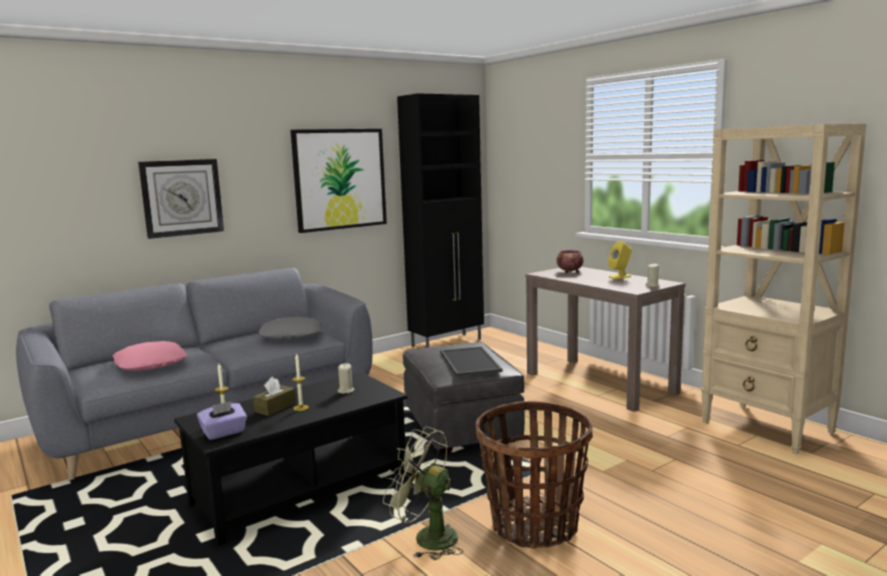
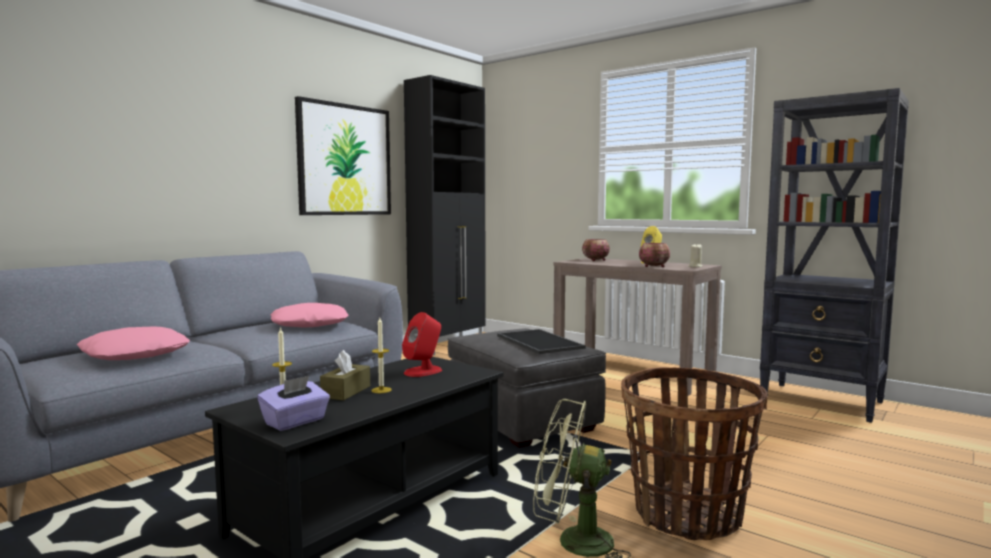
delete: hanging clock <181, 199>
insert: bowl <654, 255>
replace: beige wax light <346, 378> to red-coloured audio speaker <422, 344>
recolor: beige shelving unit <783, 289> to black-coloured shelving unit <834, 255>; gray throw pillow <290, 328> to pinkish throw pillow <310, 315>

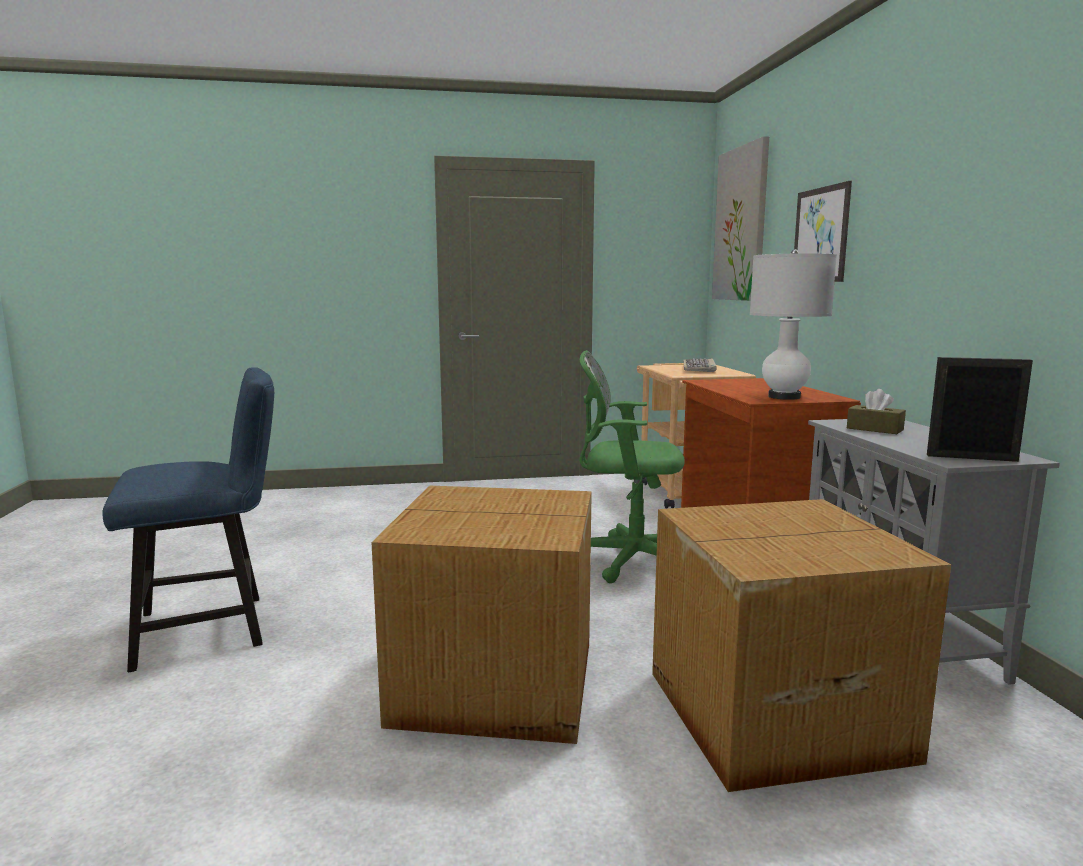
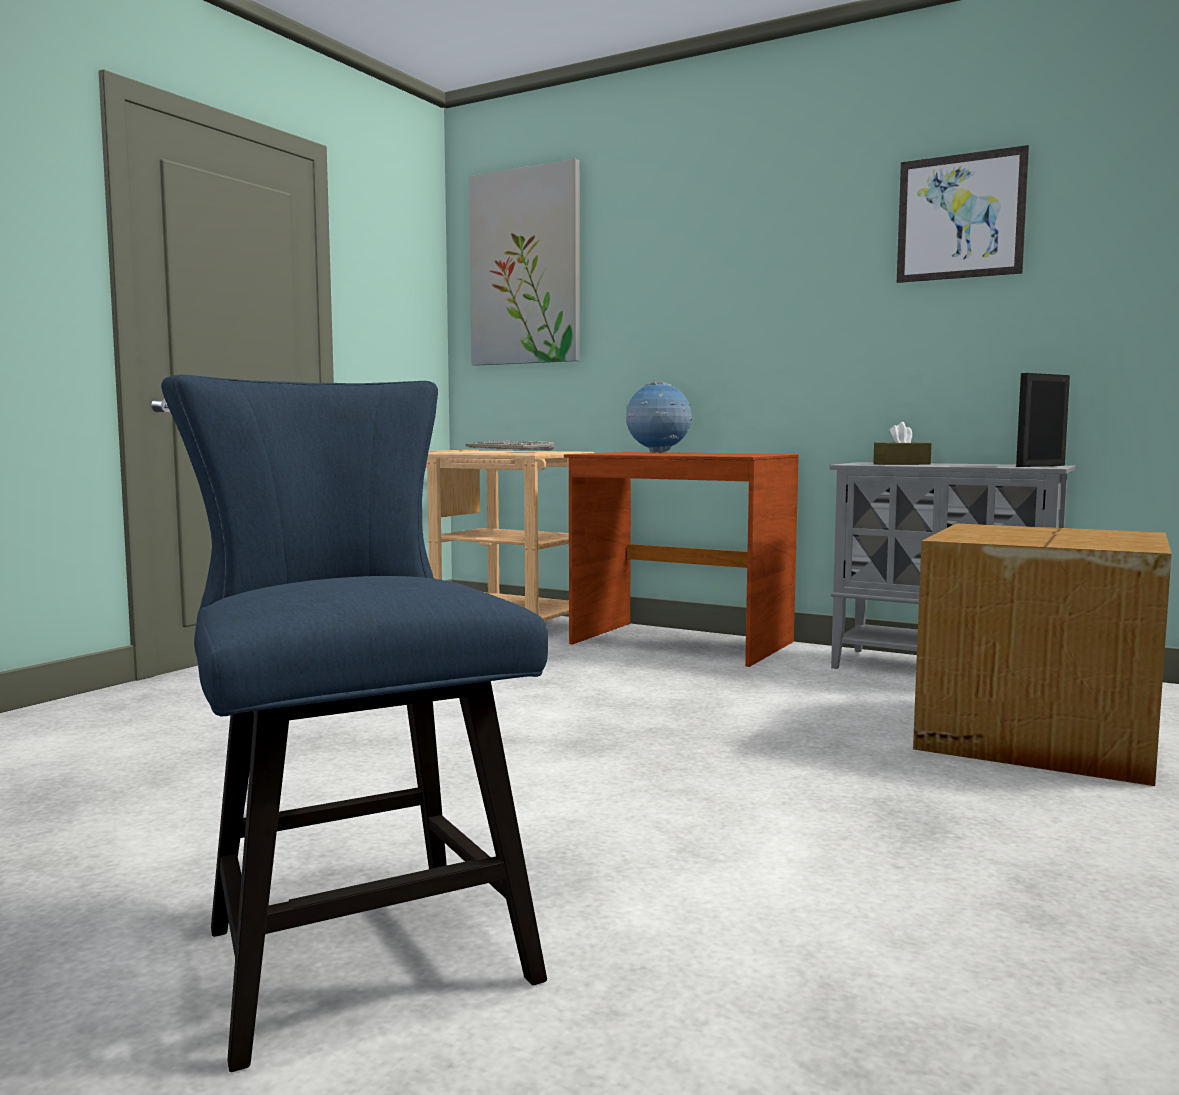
delete: whitish lamp for a table <793, 324>; green office chair <632, 466>; carton <481, 615>
insert: desk globe <659, 417>
move: picture <823, 231> to <963, 214>
rotate: blue-coloured upright chair <188, 519> = <354, 723> 45 degrees counterclockwise

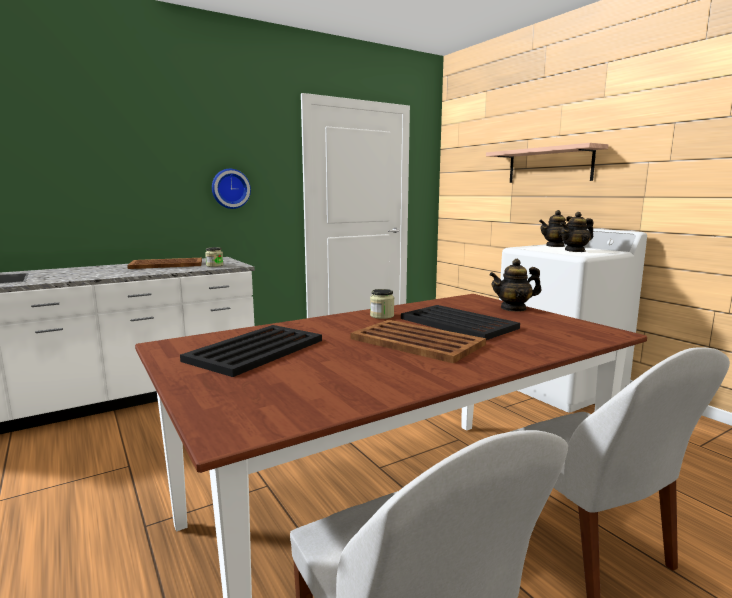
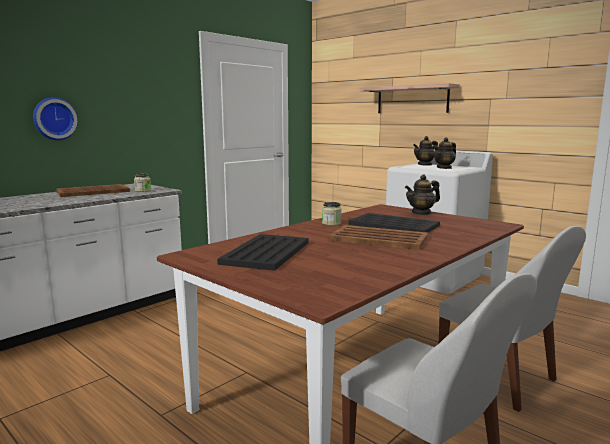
move: hanging clock <231, 189> to <55, 118>

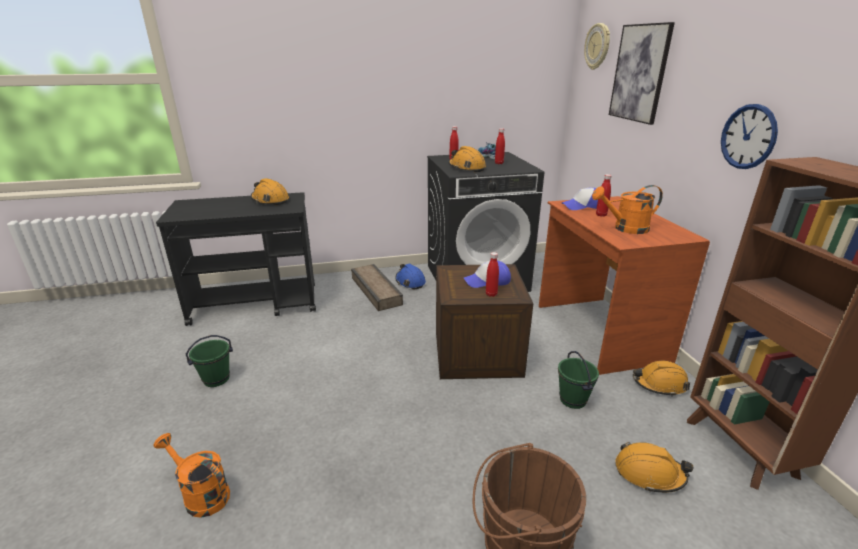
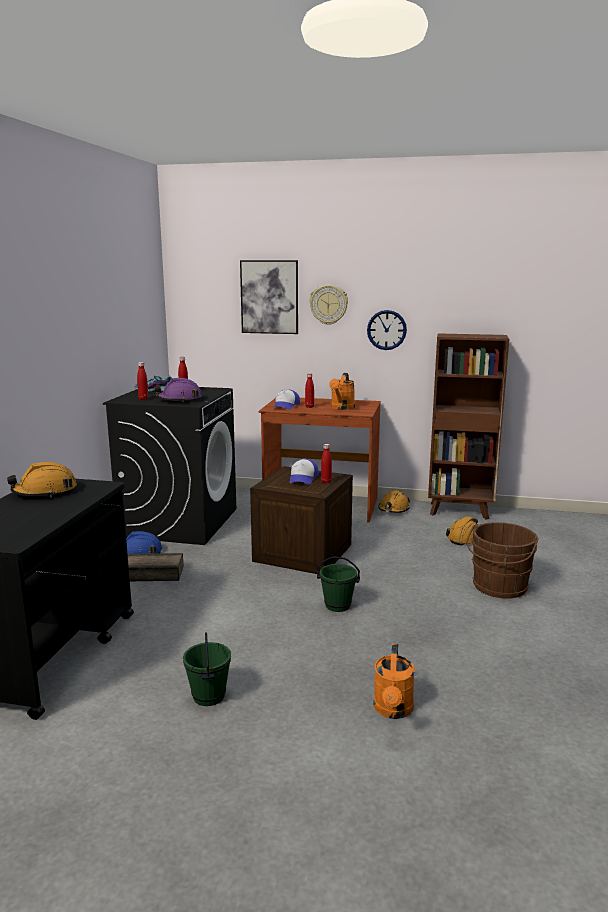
move: hanging clock <597, 46> to <328, 305>; green water bucket <578, 380> to <338, 584>
recolor: orange safety helmet <467, 159> to purple-coloured safety helmet <178, 390>
rotate: orange watering pot <192, 475> = <394, 681> 45 degrees counterclockwise

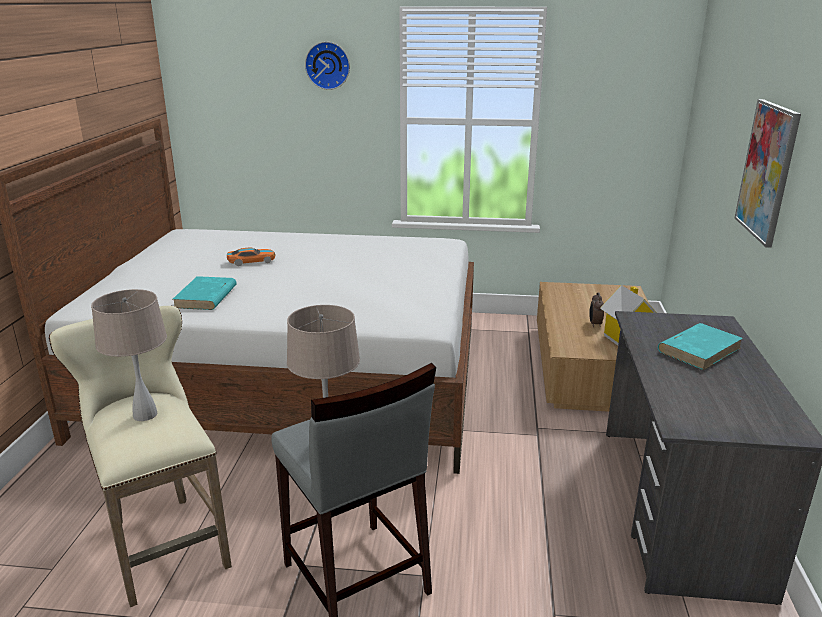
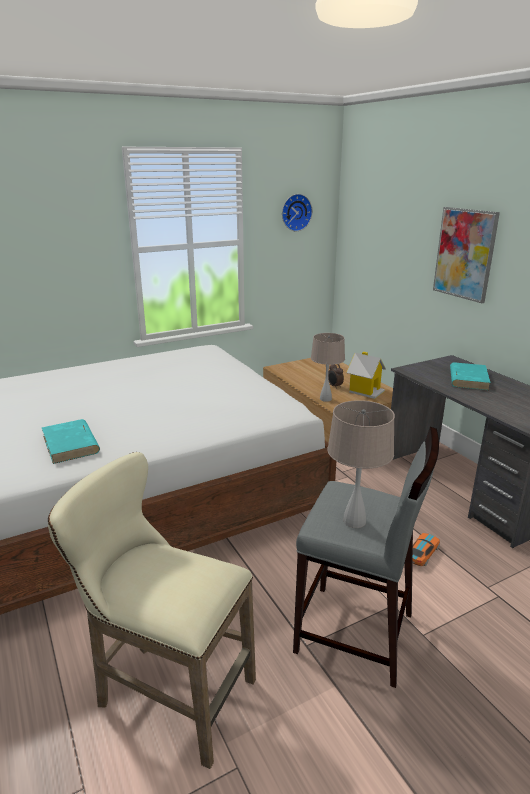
move: hanging clock <327, 65> to <297, 212>; model car <251, 256> to <426, 550>; beige lamp for a table <129, 355> to <328, 367>

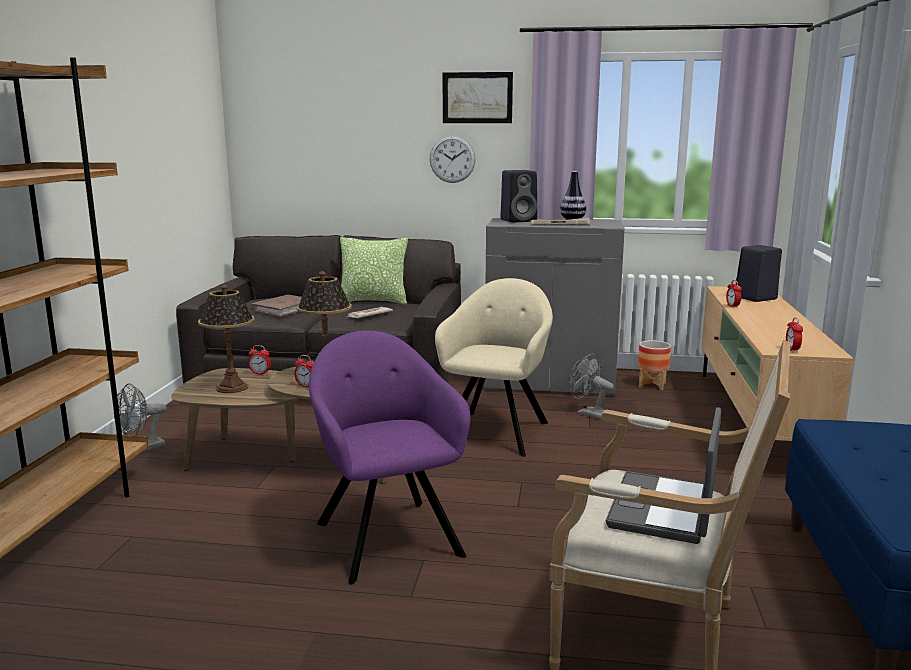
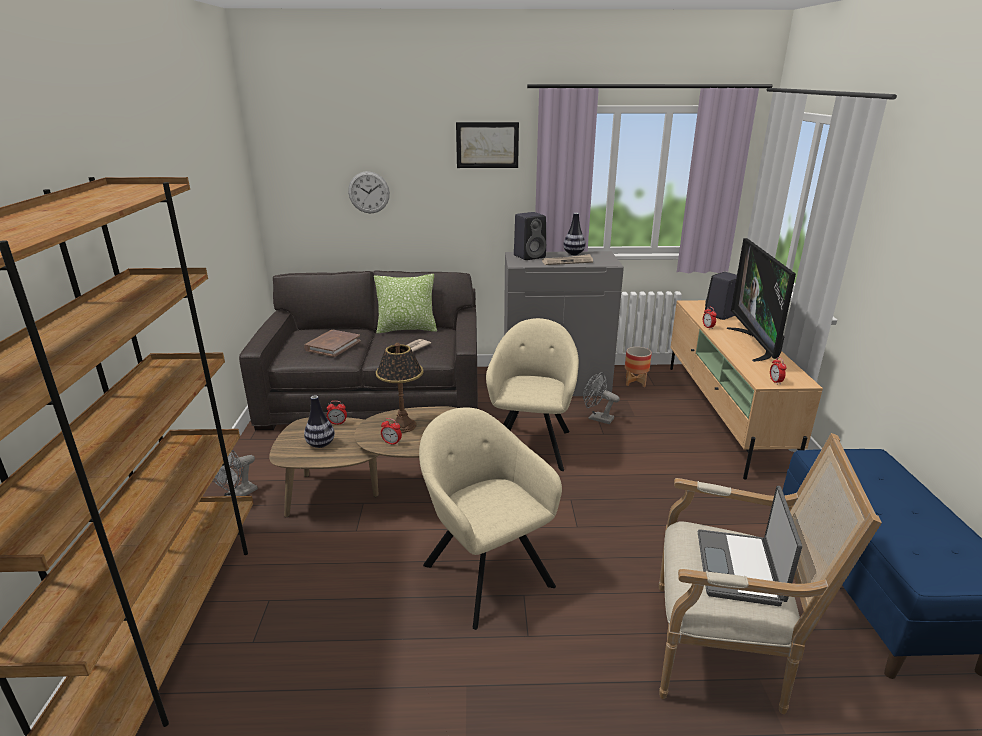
insert: TV set <761, 300>
move: hanging clock <453, 159> to <369, 192>
replace: lamp for a table <226, 339> to decorative vase <319, 421>
recolor: purple-coloured lounge chair <389, 457> to beige lounge chair <490, 519>

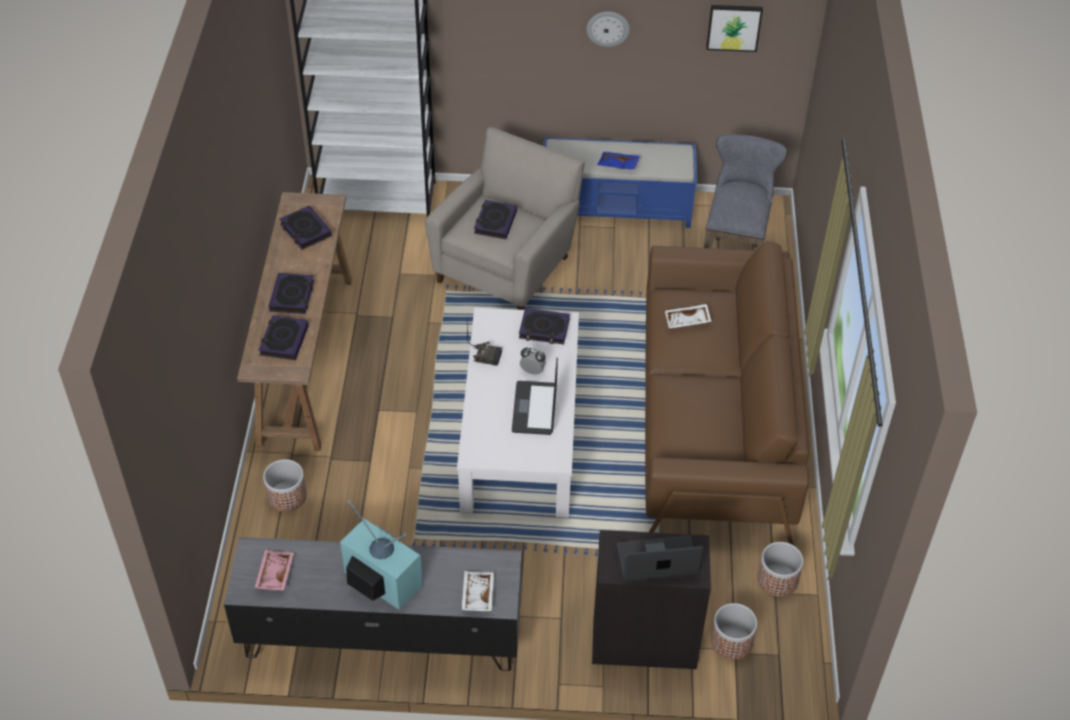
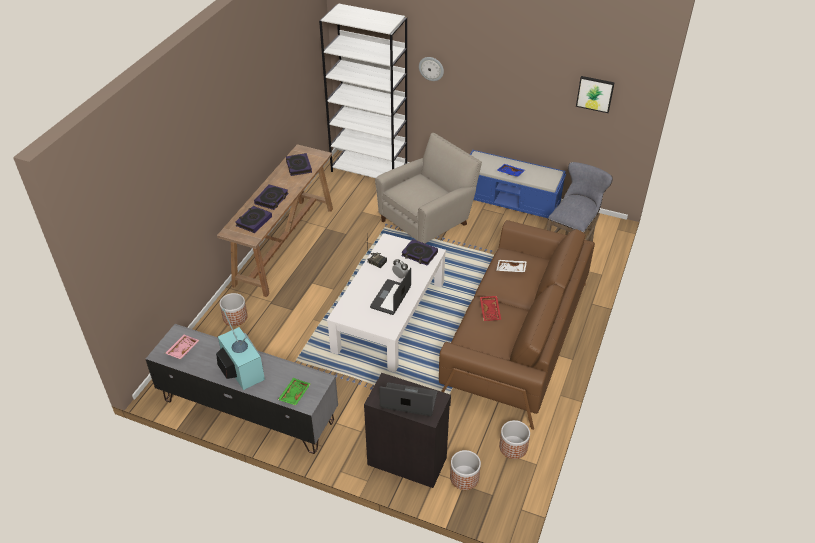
delete: volume <495, 219>
insert: red-coloured serving tray <490, 308>
move: hanging clock <608, 29> to <431, 69>
recolor: whitish serving tray <477, 591> to green serving tray <294, 392>

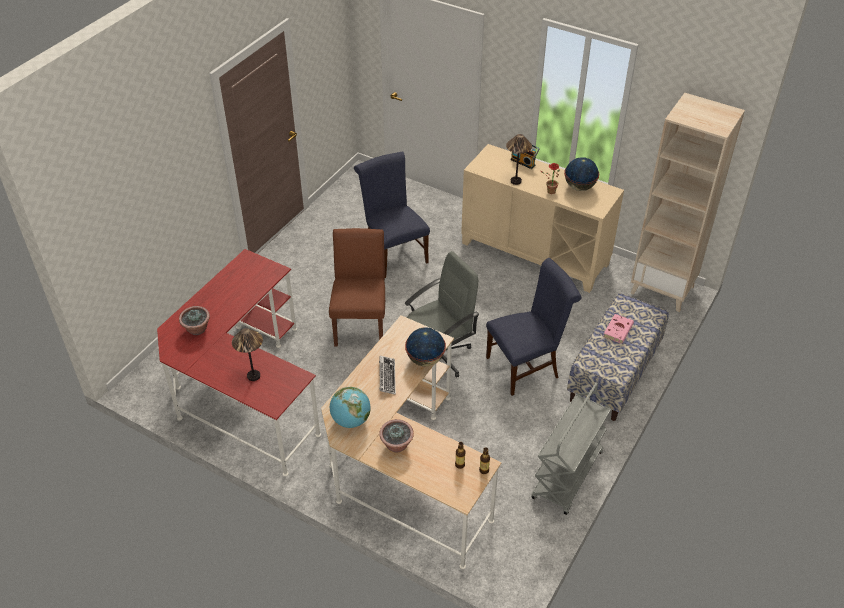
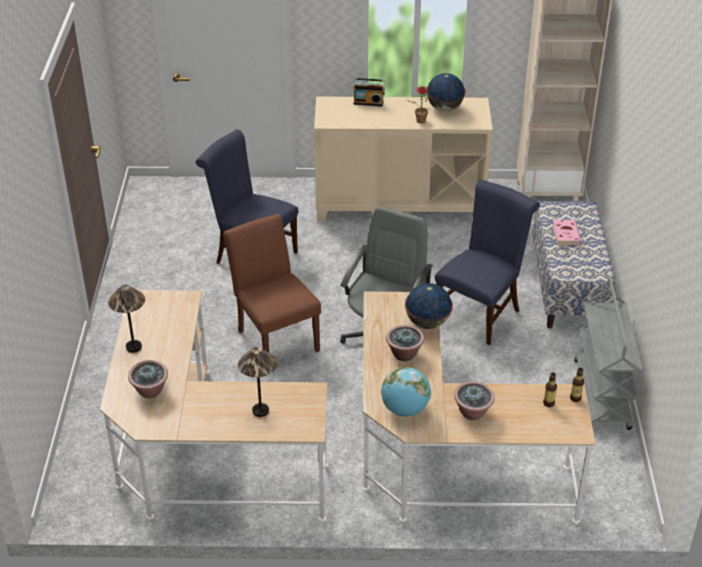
move: lamp for a table <519, 159> to <126, 319>
replace: keyboard <387, 375> to plant in a pot <405, 343>
recolor: red-coloured desk <239, 362> to beige desk <214, 406>

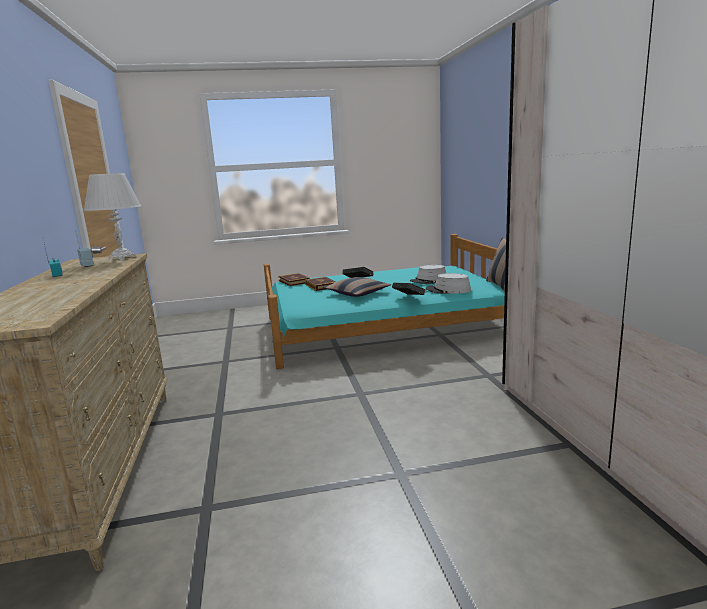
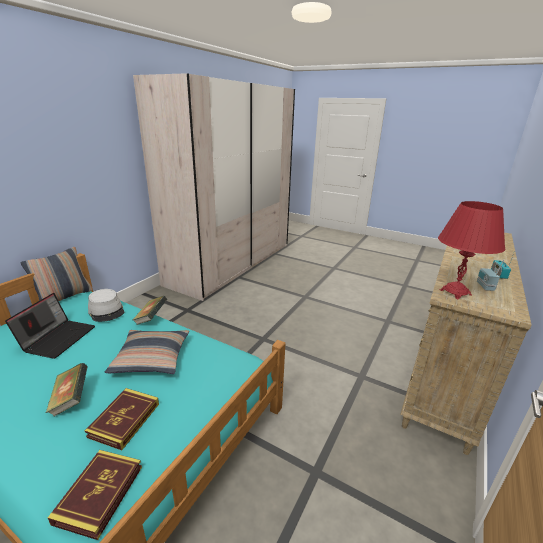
replace: gray wearable hat <428, 274> to laptop <50, 326>
recolor: whitish lamp for a table <112, 216> to red-coloured lamp for a table <471, 250>

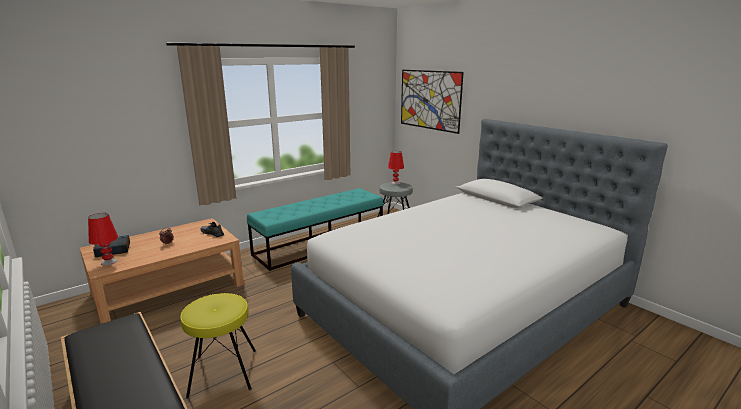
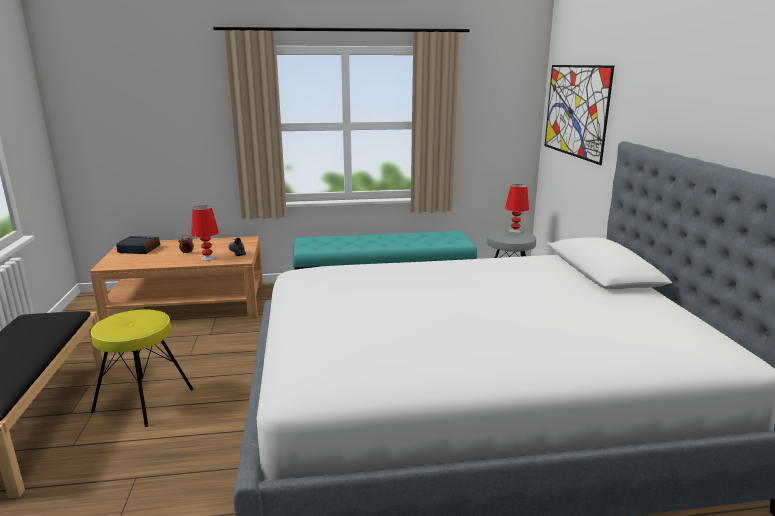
move: red-coloured lamp for a table <103, 239> to <205, 233>

